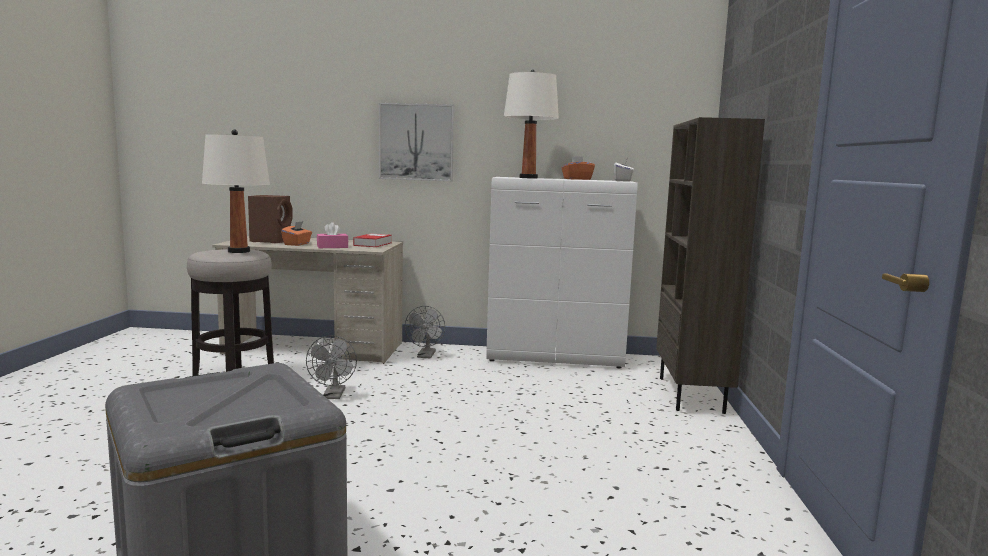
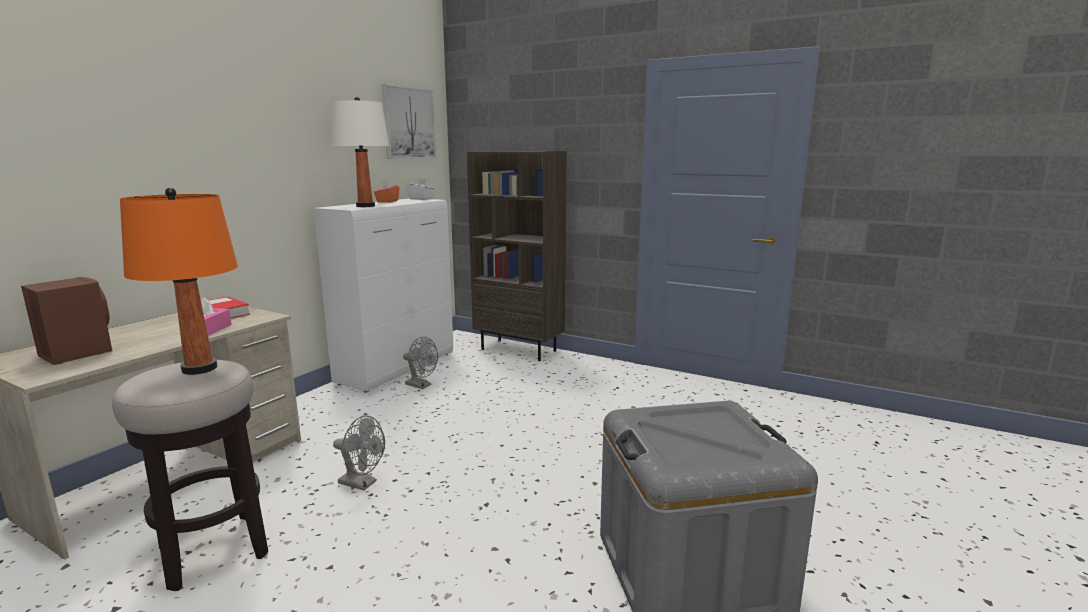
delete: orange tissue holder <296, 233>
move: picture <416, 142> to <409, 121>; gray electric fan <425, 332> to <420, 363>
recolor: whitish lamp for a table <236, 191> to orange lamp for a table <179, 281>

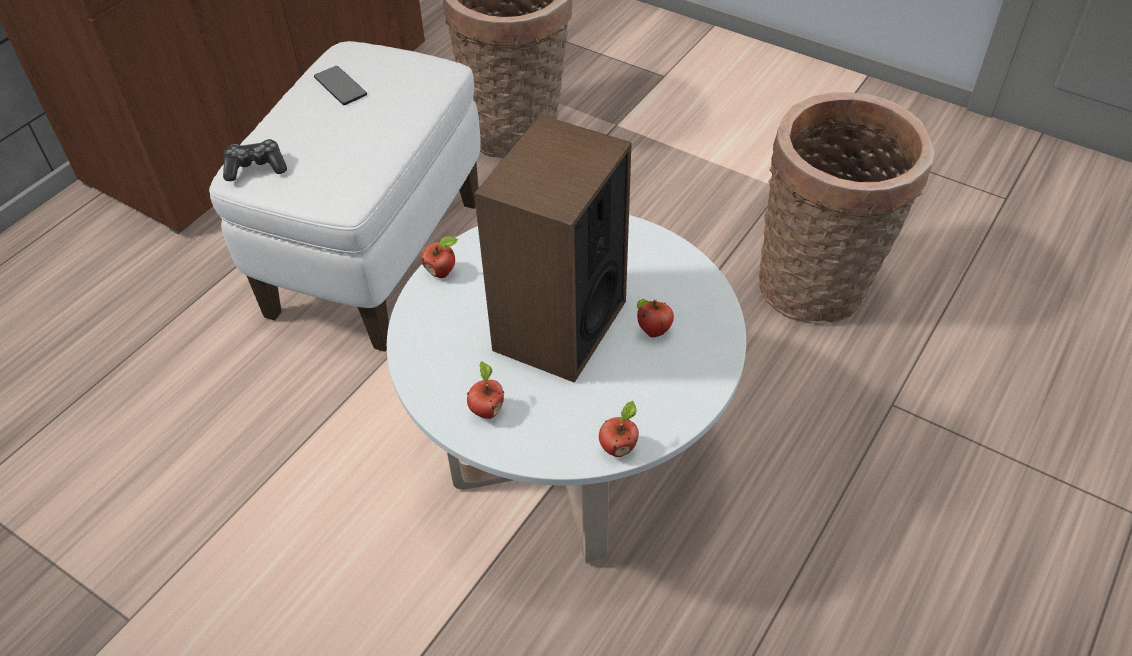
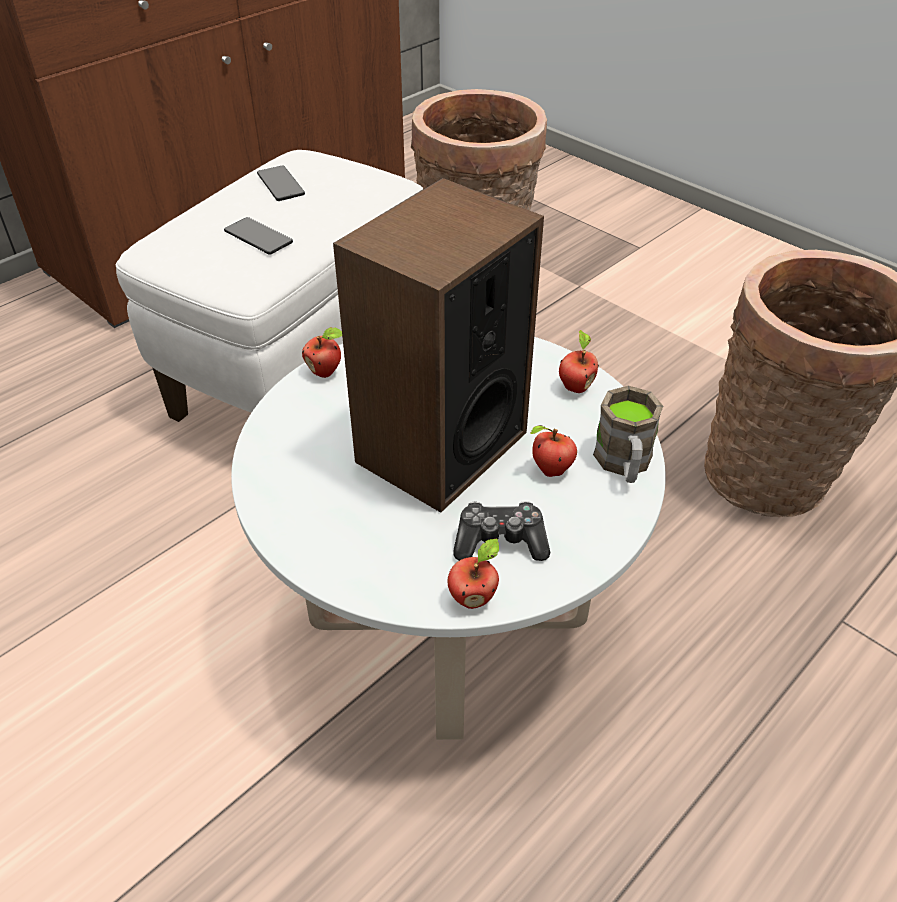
insert: handset <258, 236>; brown coffee mug <628, 434>
move: gamepad <255, 160> to <501, 531>; apple <485, 390> to <579, 361>

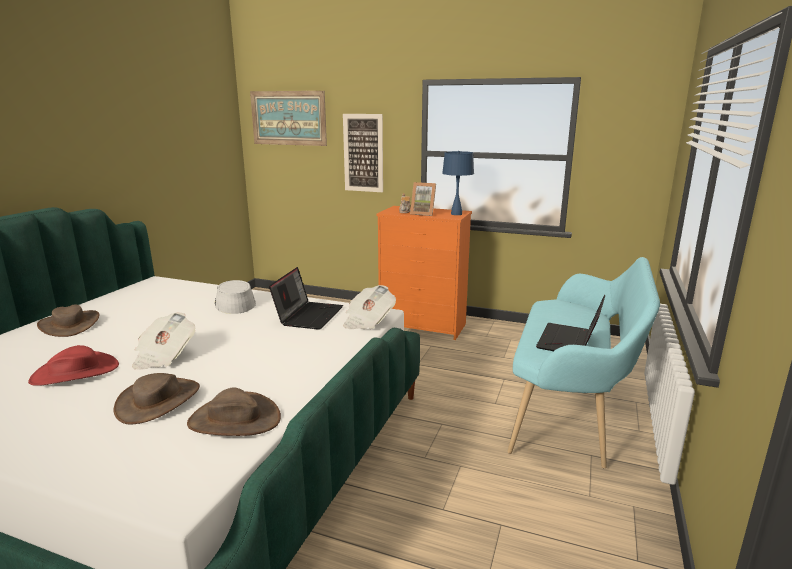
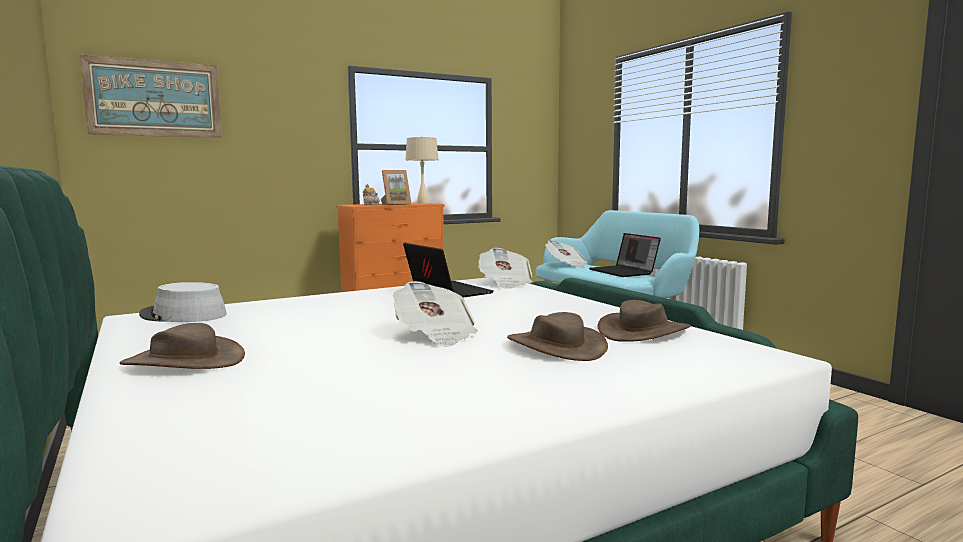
delete: picture <363, 153>; red-coloured wearable hat <73, 365>
insert: newspaper <566, 254>
move: gray wearable hat <235, 297> to <183, 302>
recolor: blue-coloured lamp for a table <458, 183> to beige lamp for a table <422, 170>

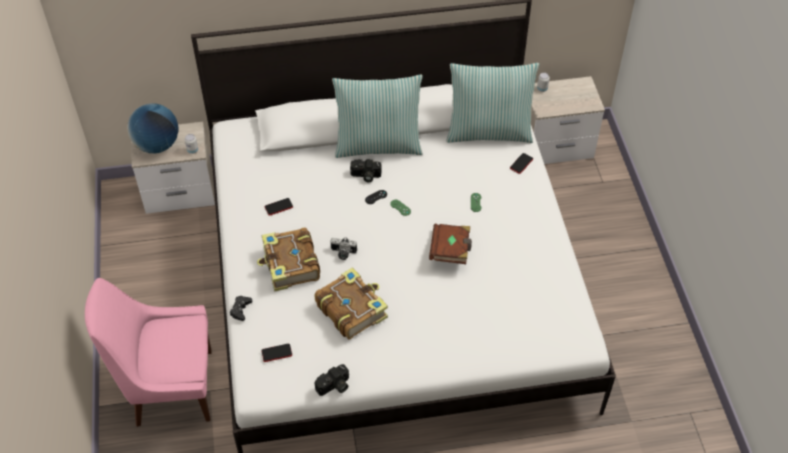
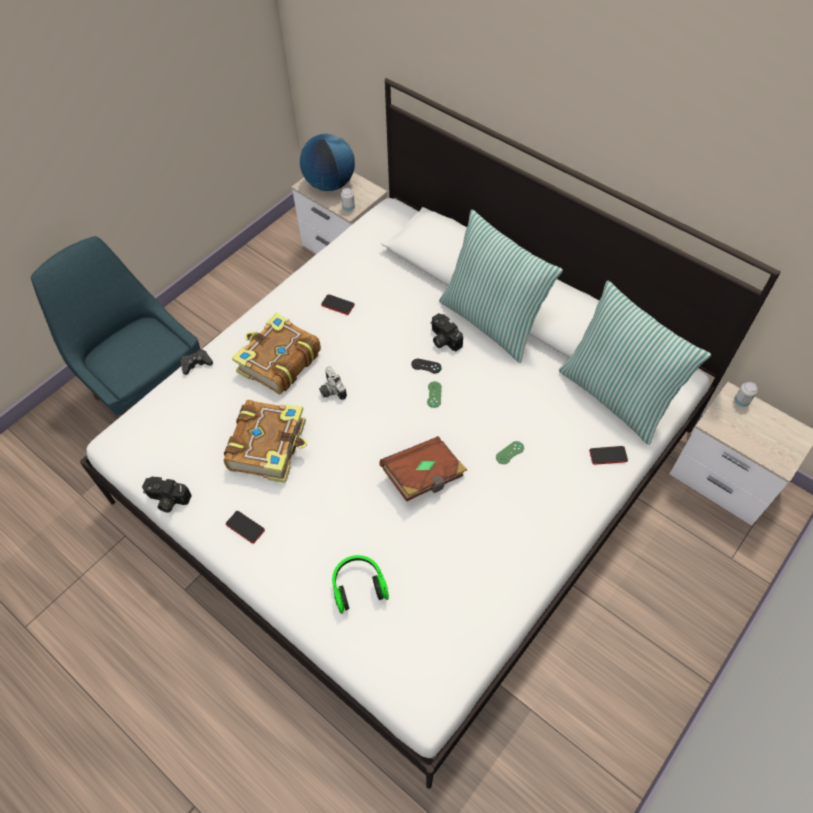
insert: pair of headphones <360, 584>
move: handset <276, 353> to <245, 527>
recolor: pinkish upright chair <148, 352> to blue-coloured upright chair <115, 326>

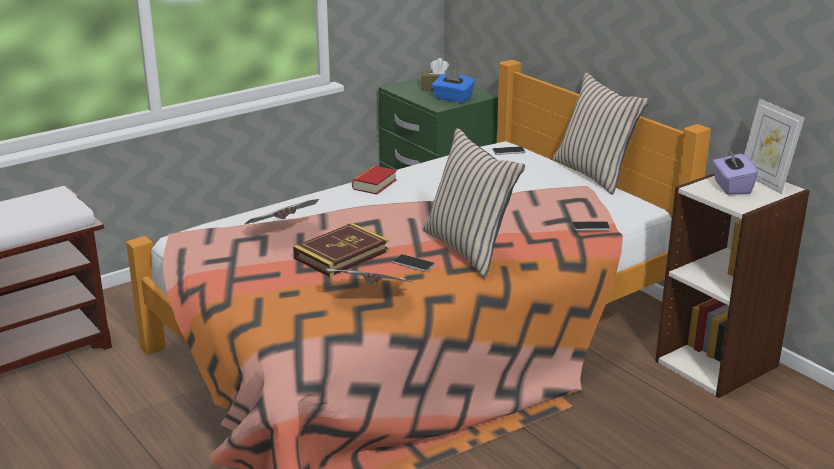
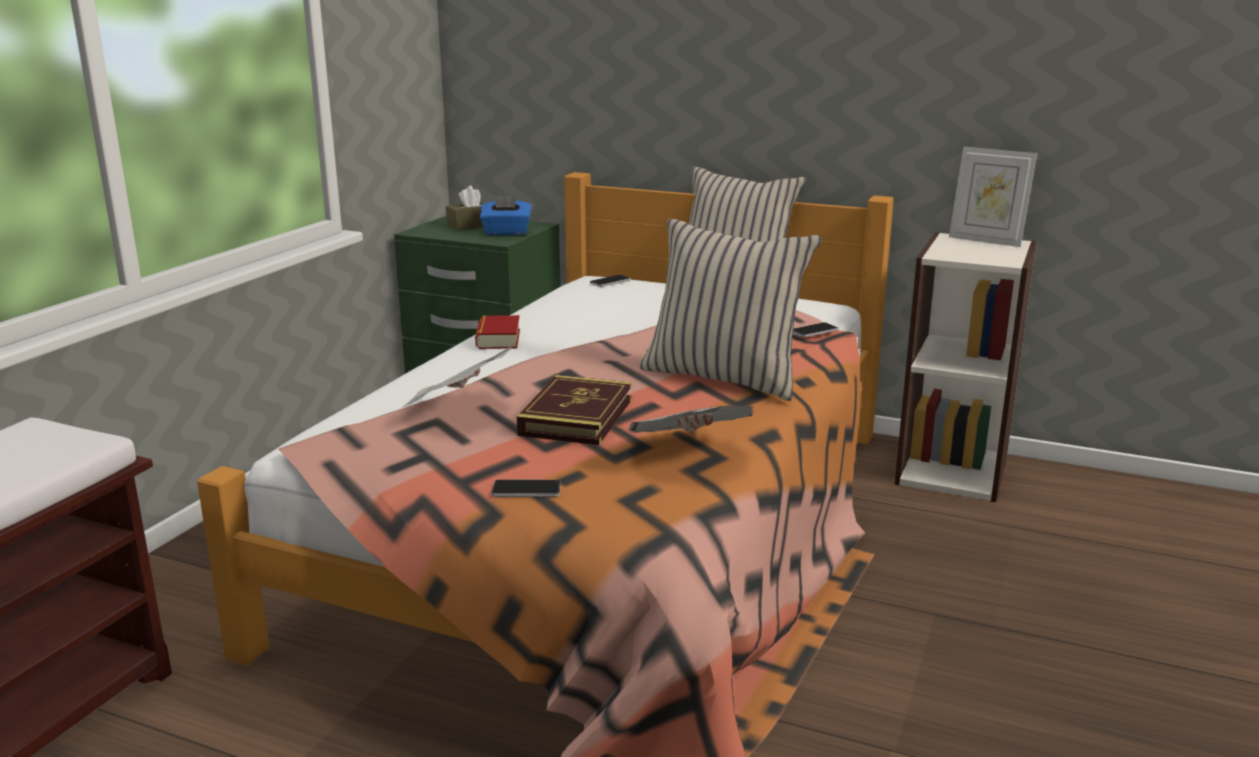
delete: purple-coloured tissue holder <735, 171>
move: handset <414, 263> to <526, 488>

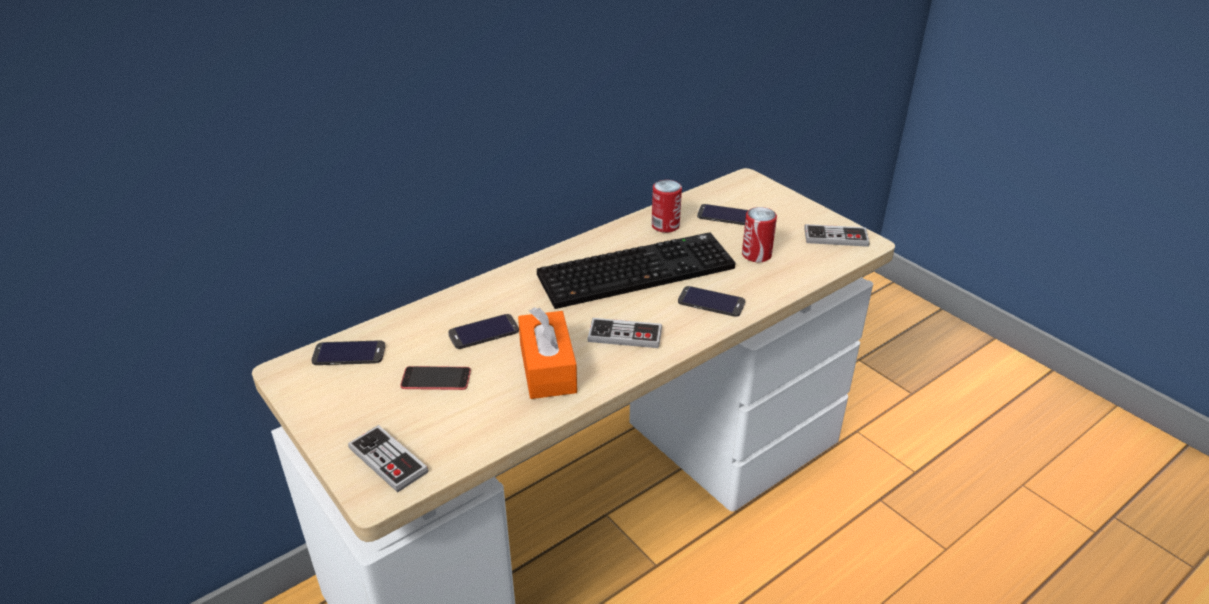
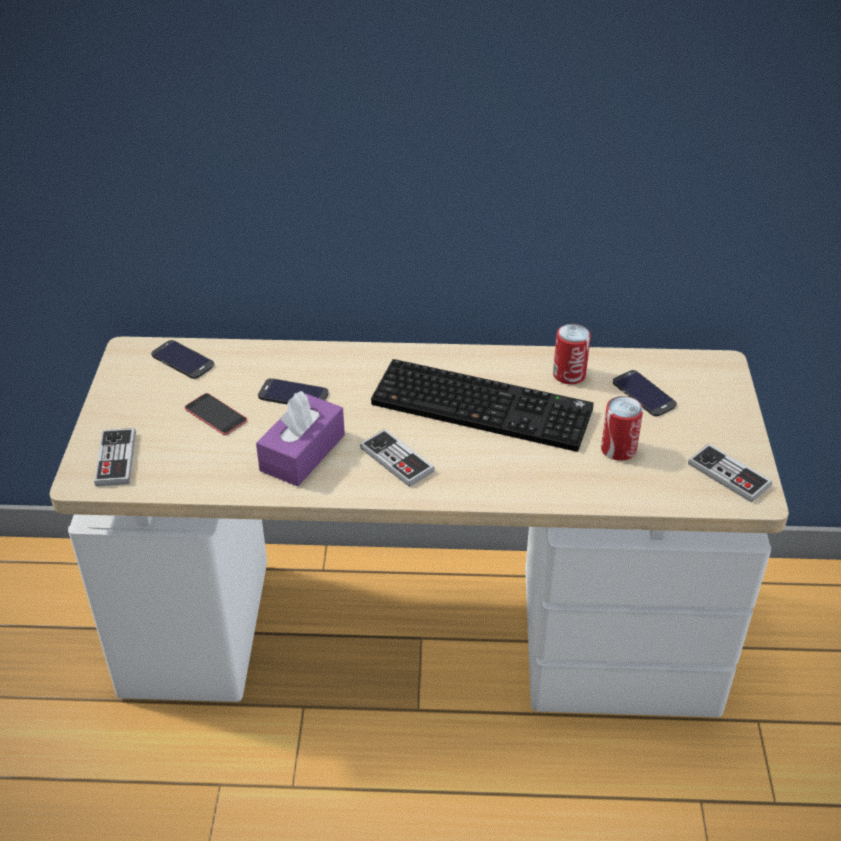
delete: handset <711, 301>
recolor: orange tissue holder <547, 353> to purple-coloured tissue holder <300, 438>

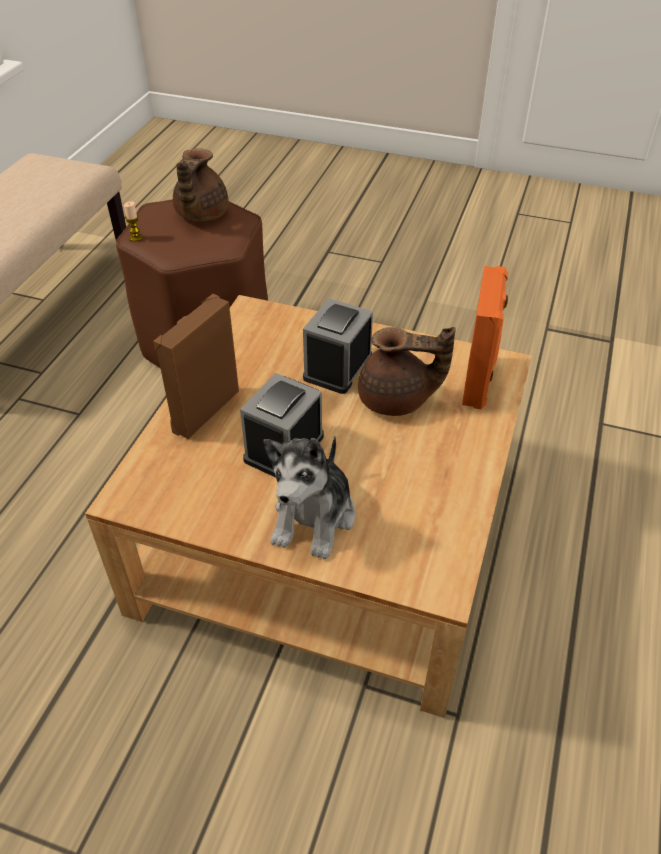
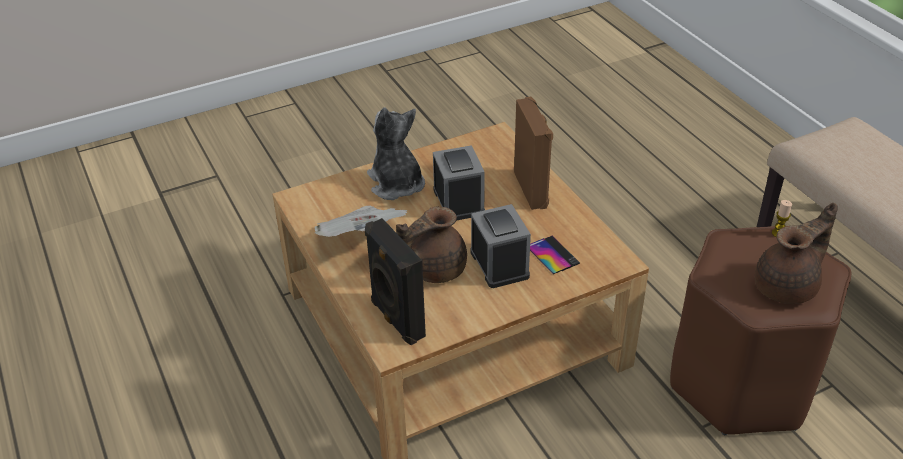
insert: newspaper <361, 221>; handset <555, 255>
recolor: orange audio speaker <485, 337> to black-coloured audio speaker <395, 281>
rotate: brown tea pot <201, 184> = <796, 253> 90 degrees clockwise

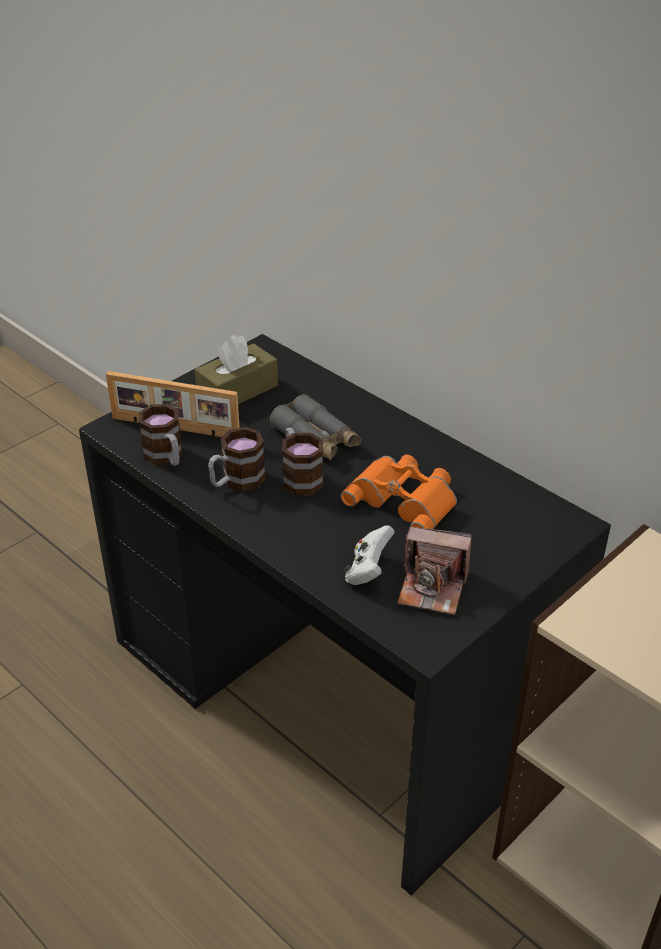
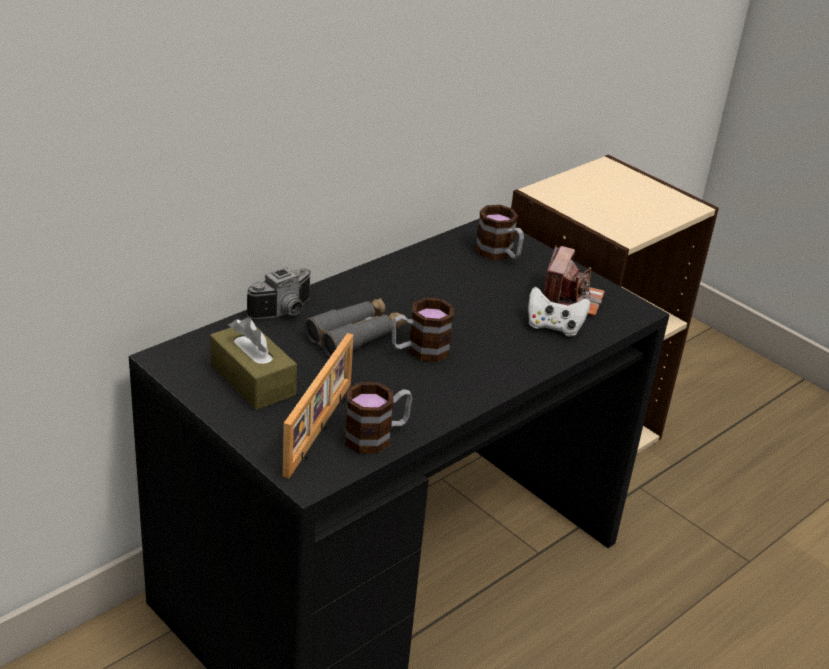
delete: orange pair of binoculars <398, 492>
insert: photo camera <279, 293>
move: coffee mug <237, 459> to <499, 232>

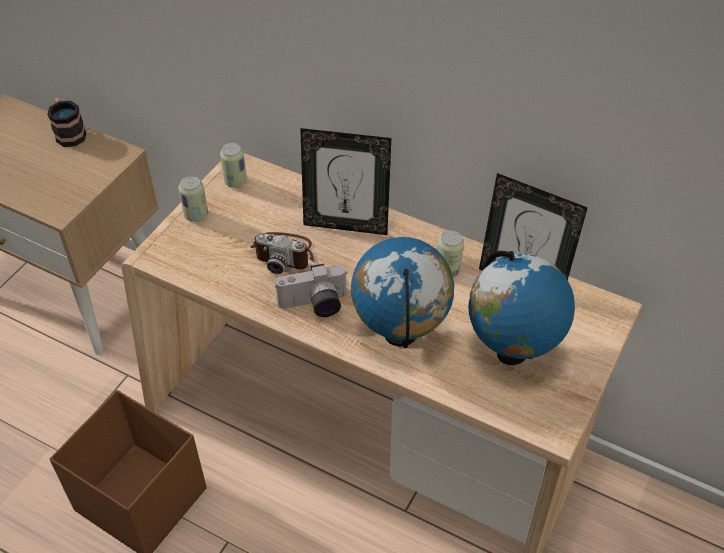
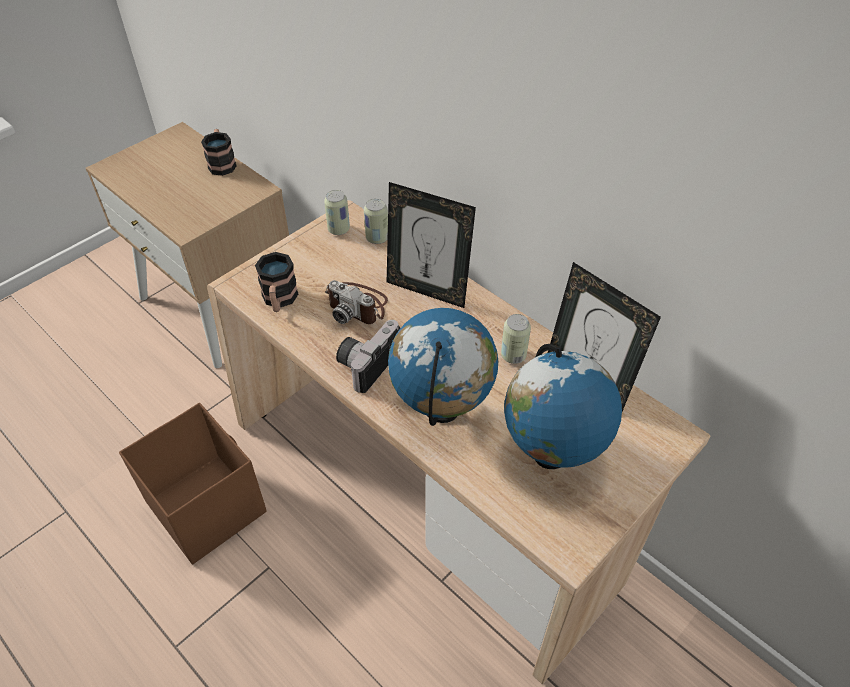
insert: coffee mug <276, 282>
move: metal can <193, 199> to <376, 221>
rotate: photo camera <311, 290> = <368, 356> 120 degrees clockwise

